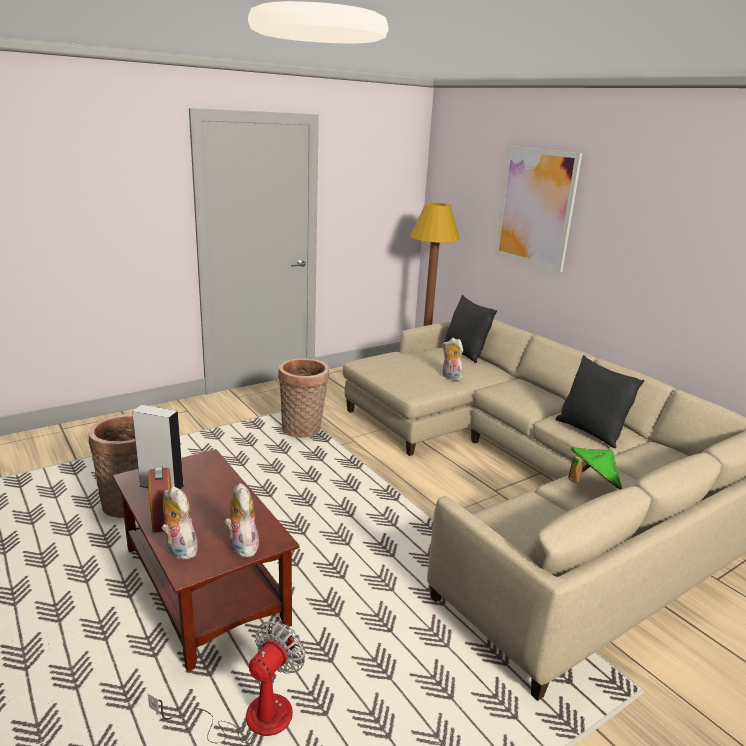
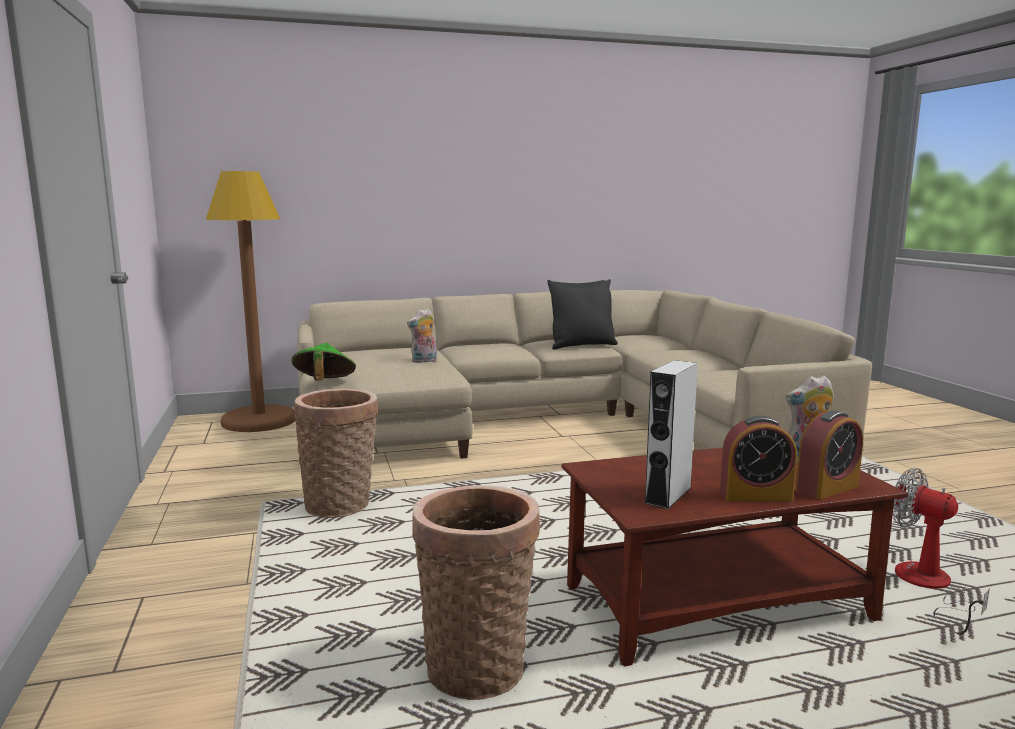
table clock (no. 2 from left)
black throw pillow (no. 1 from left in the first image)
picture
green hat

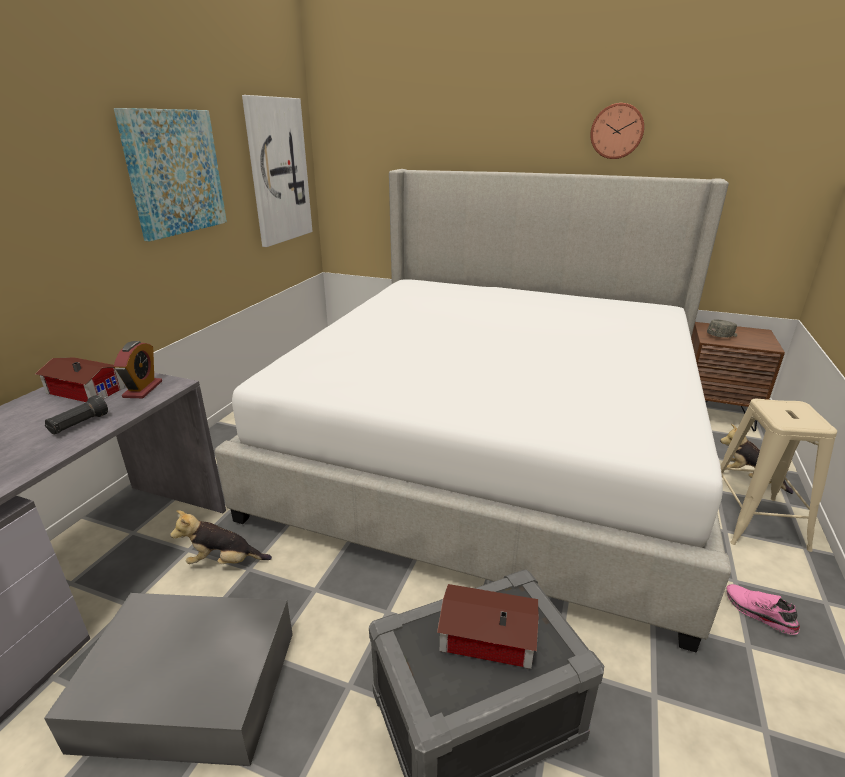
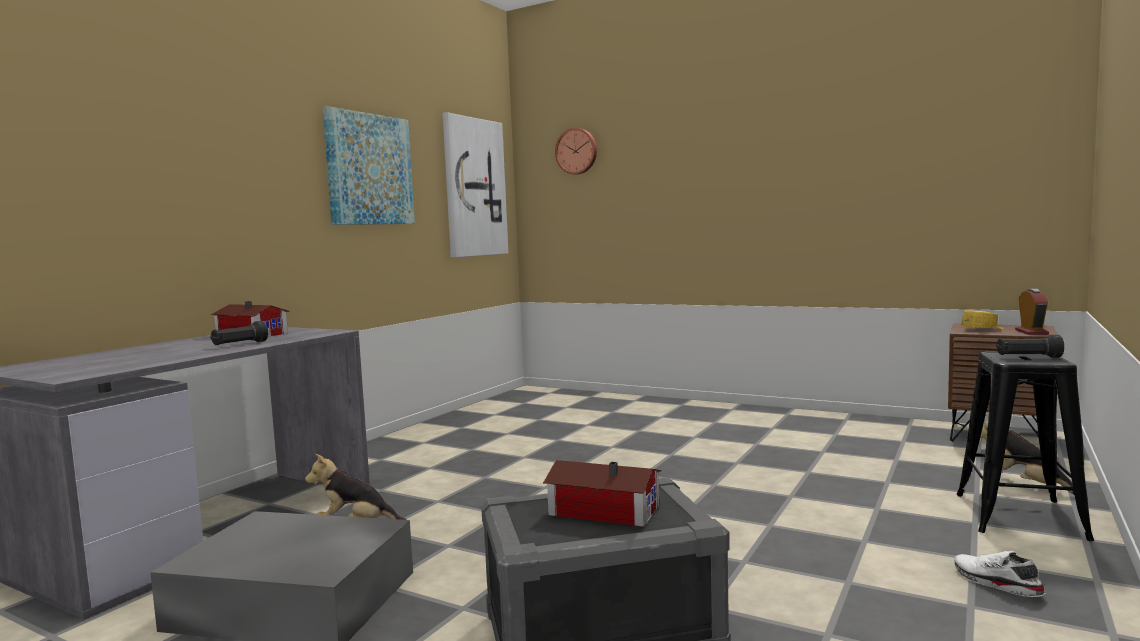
table clock
sleeping bed
clock on the wall
yellow cap
black stool seat
white-coloured shoe
black torch (no. 2 from left)

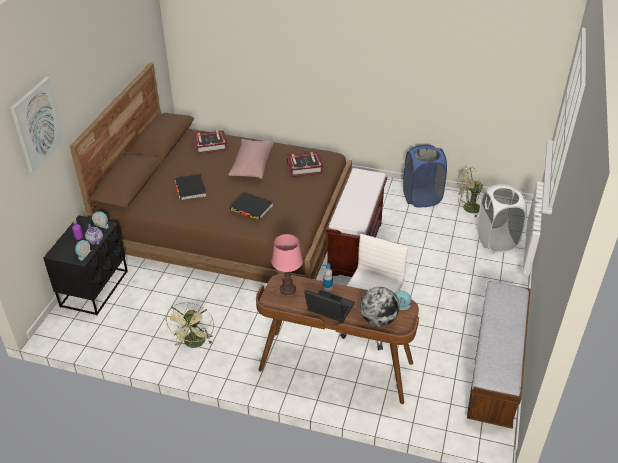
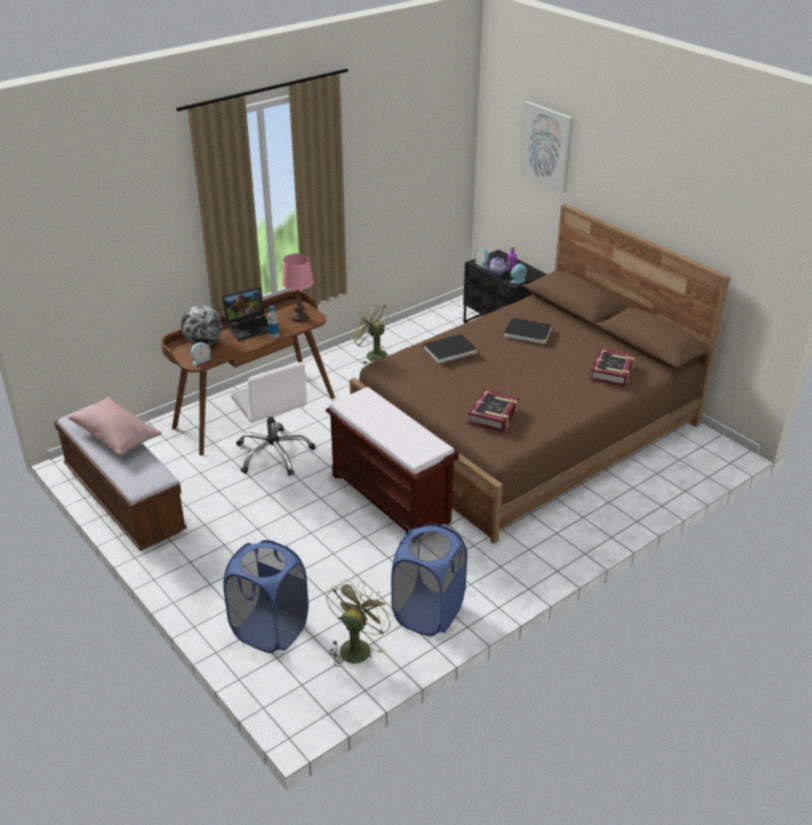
pinkish throw pillow
blue laundry basket (no. 1 from left)

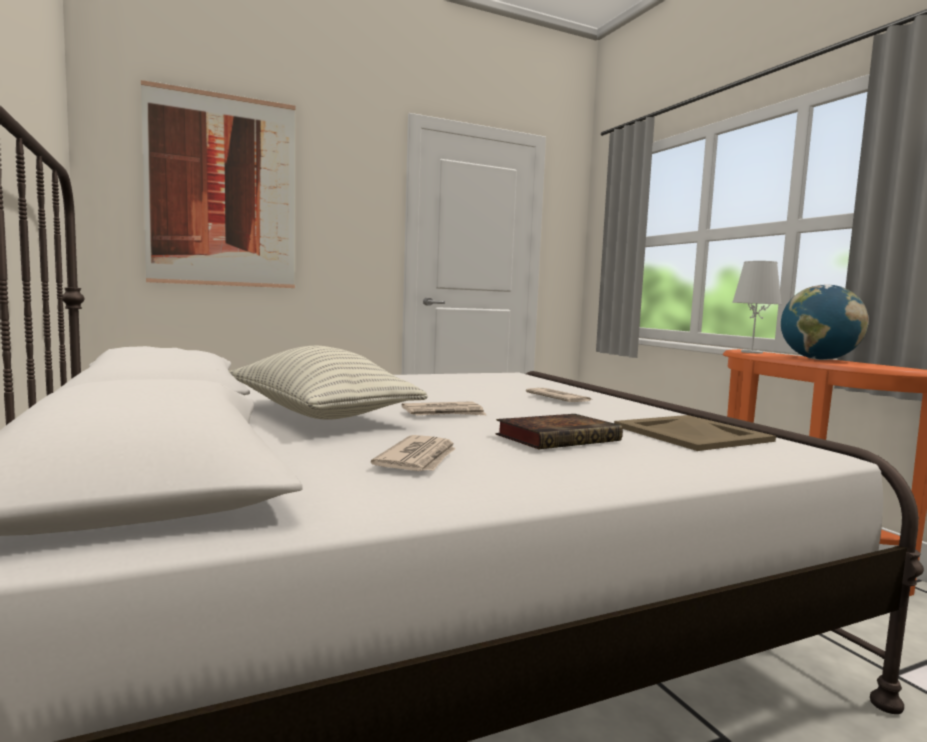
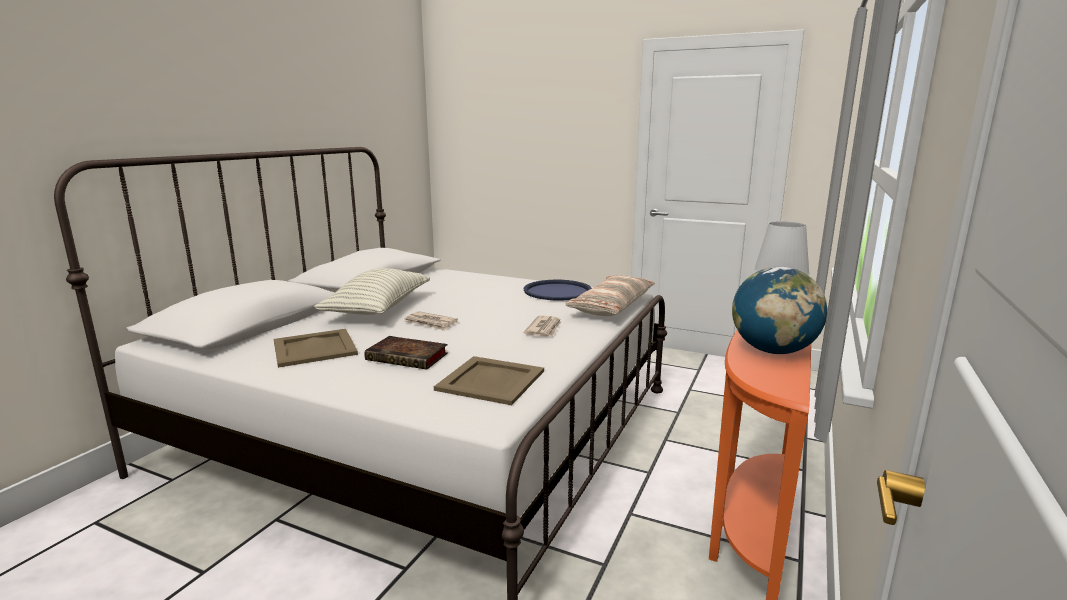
picture
beige-coloured carrying tray (no. 1 from left)
blue carrying tray
throw pillow (no. 2 from left)

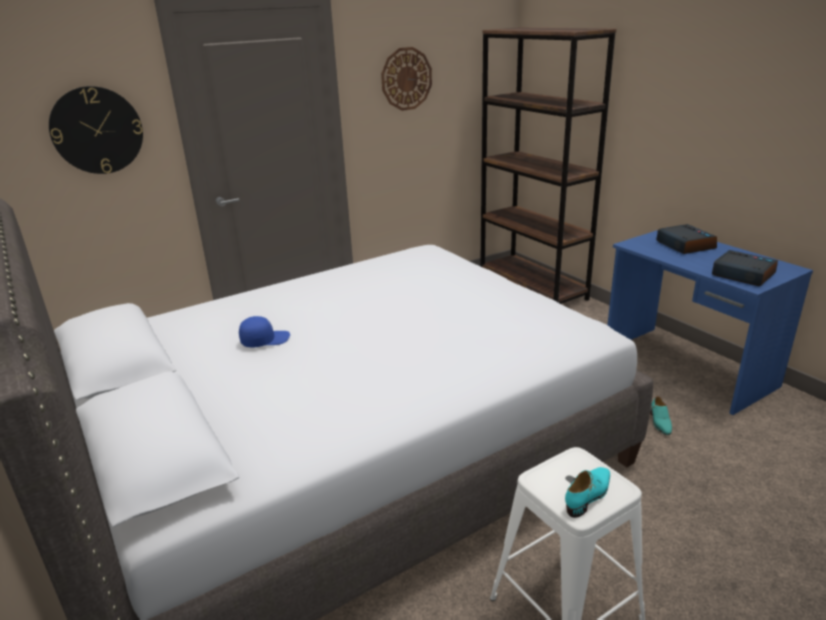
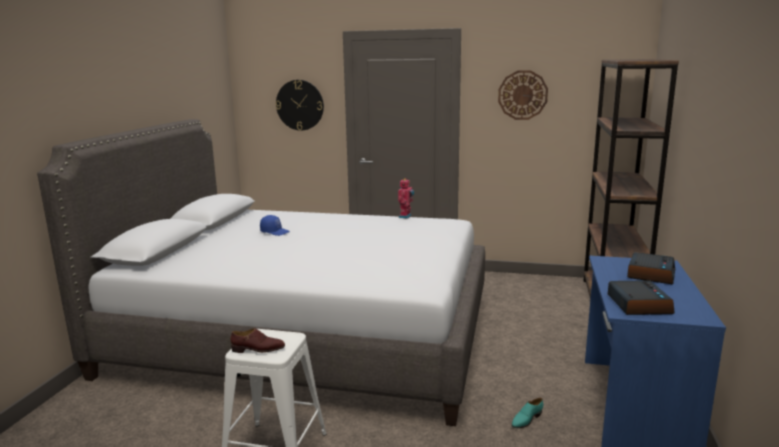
brown shoe
toy robot

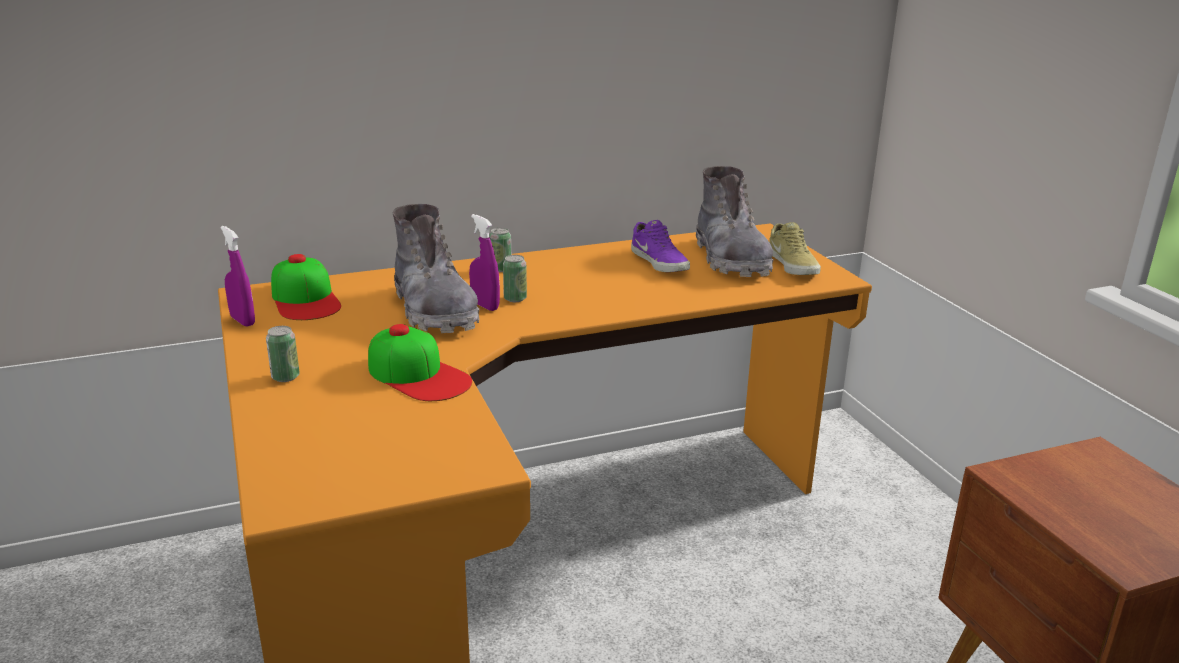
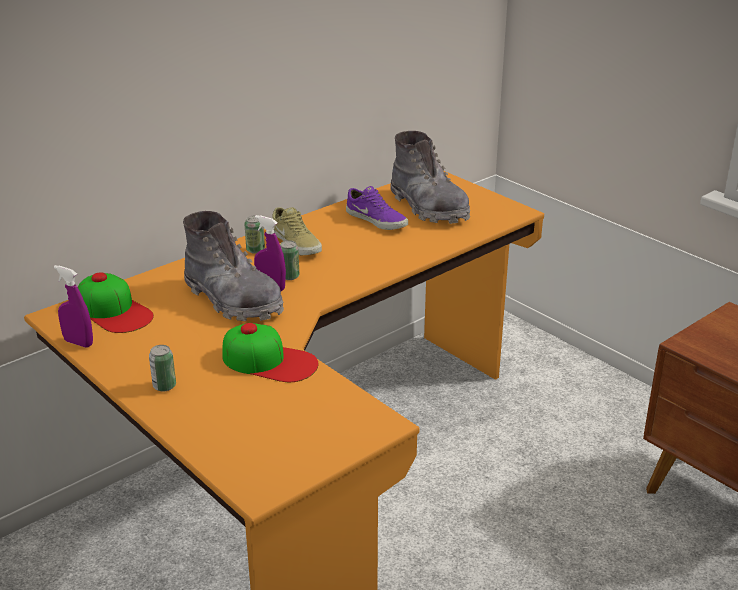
beige-coloured shoe

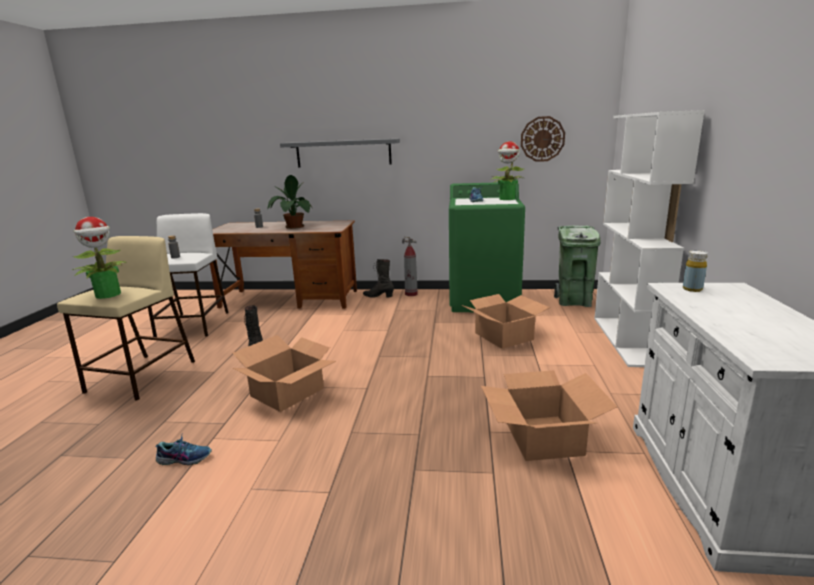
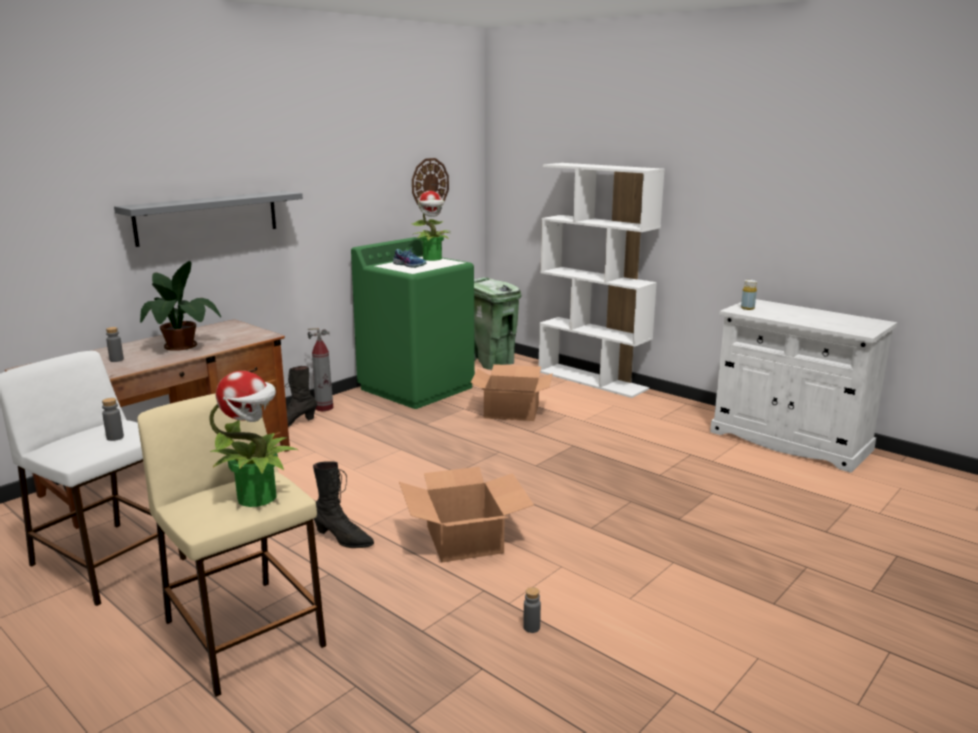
greyish drink bottle (no. 3 from left)
carton (no. 3 from left in the first image)

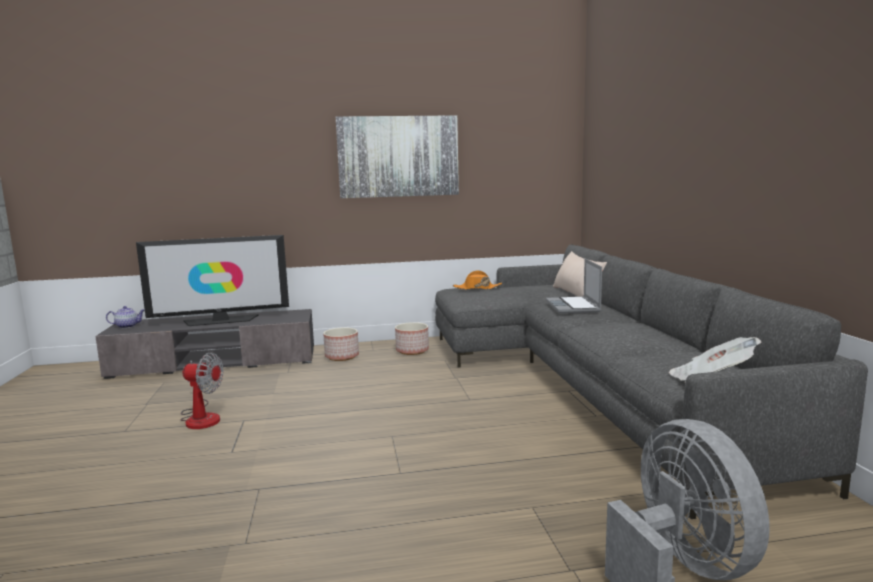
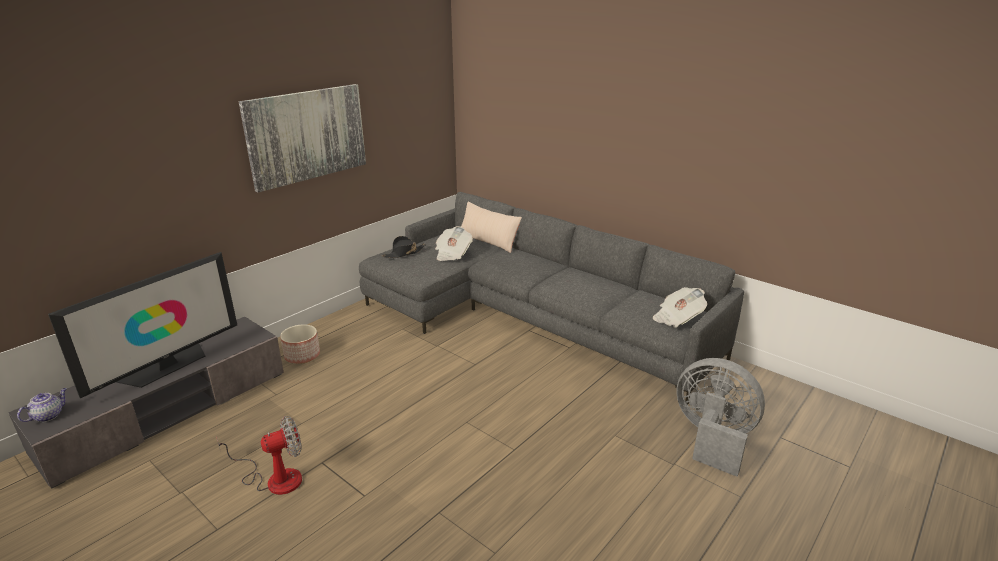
flower pot (no. 2 from left in the first image)
black hat
notebook computer
newspaper (no. 1 from left)

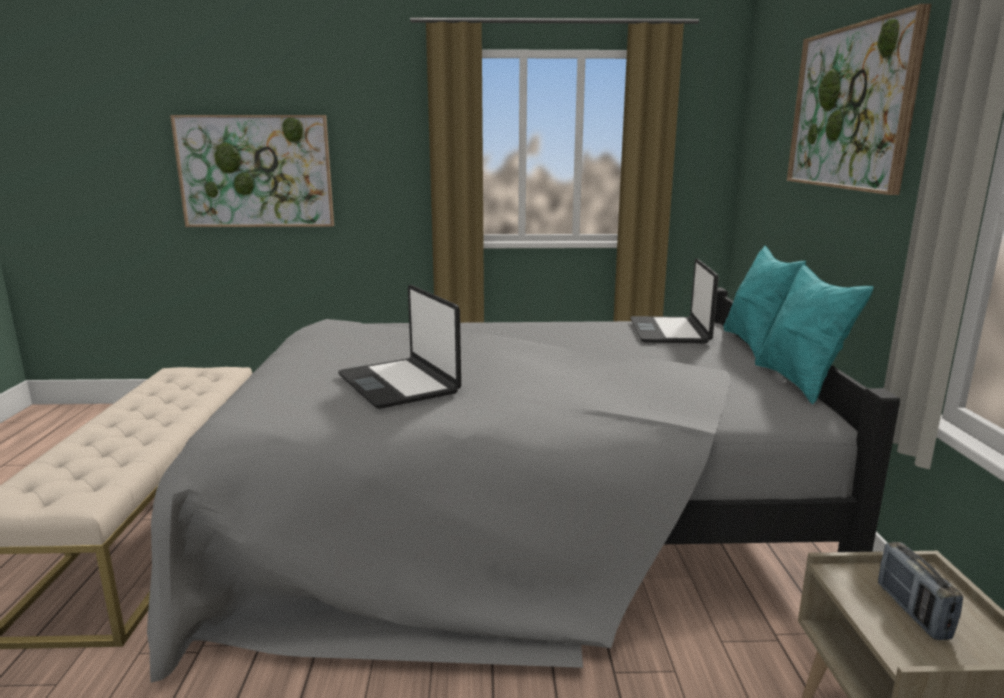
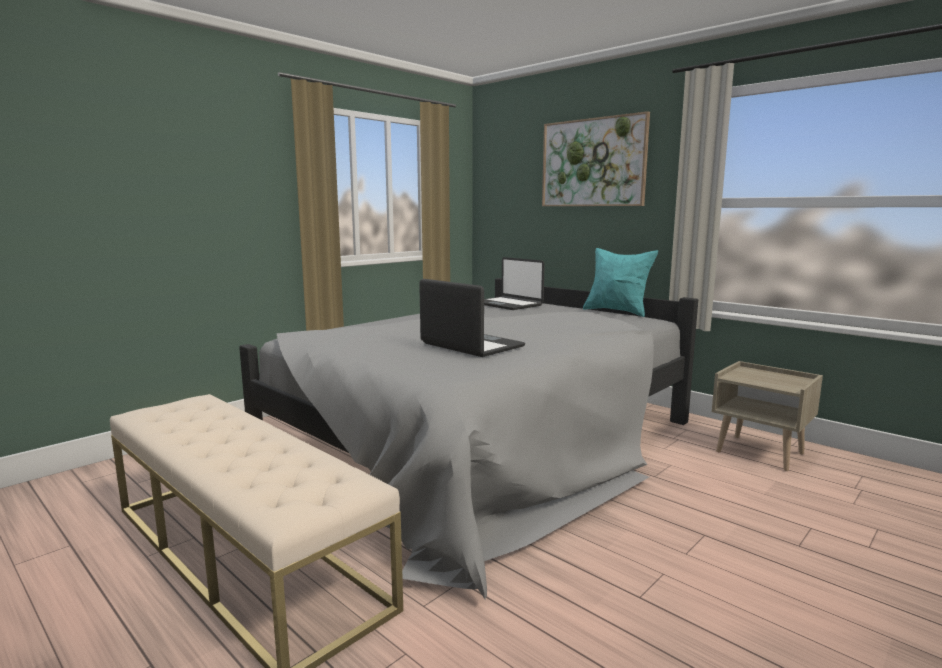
picture (no. 1 from left in the first image)
notebook computer (no. 1 from left)
blue-green throw pillow (no. 1 from left in the first image)
radio set

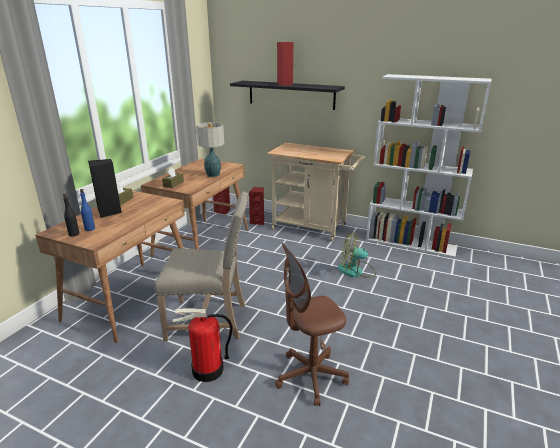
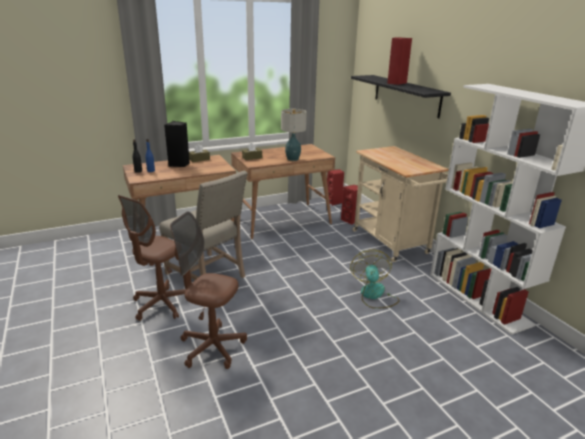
brown desk chair (no. 1 from left)
fan

